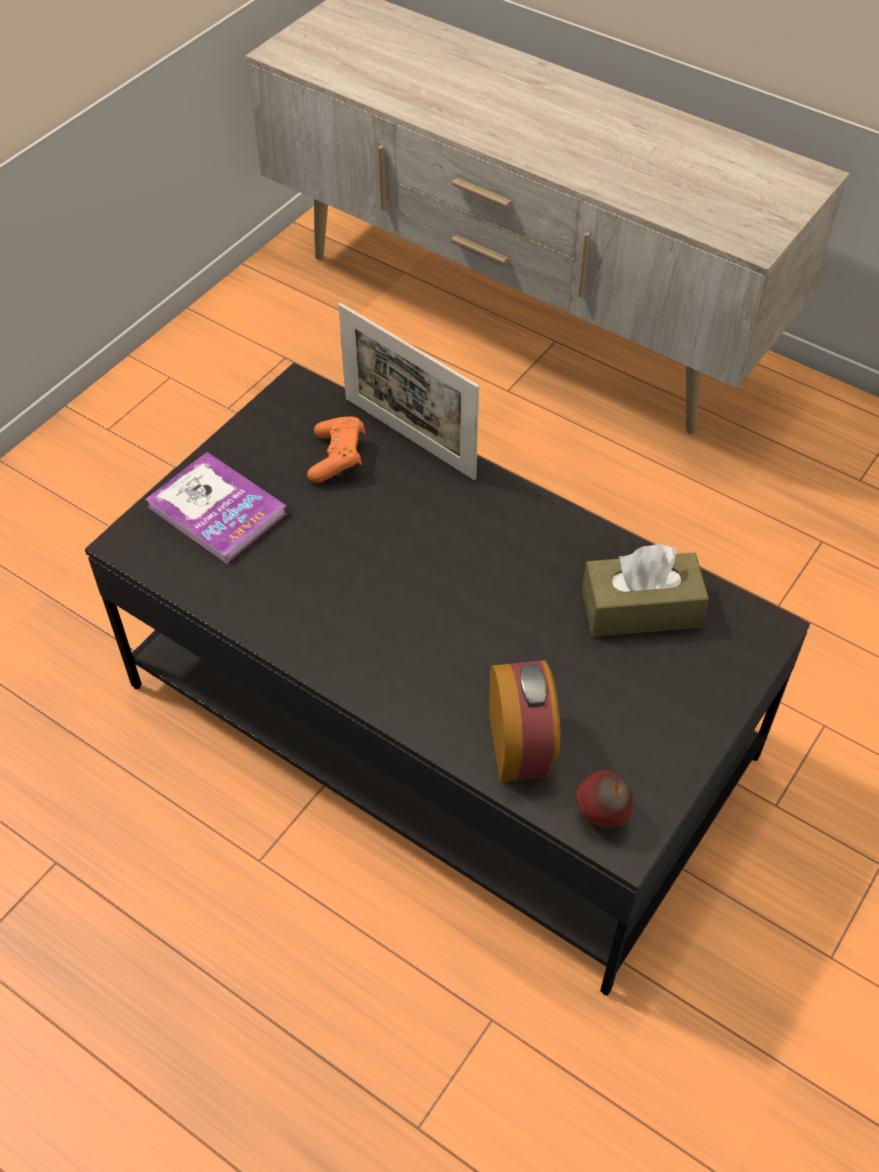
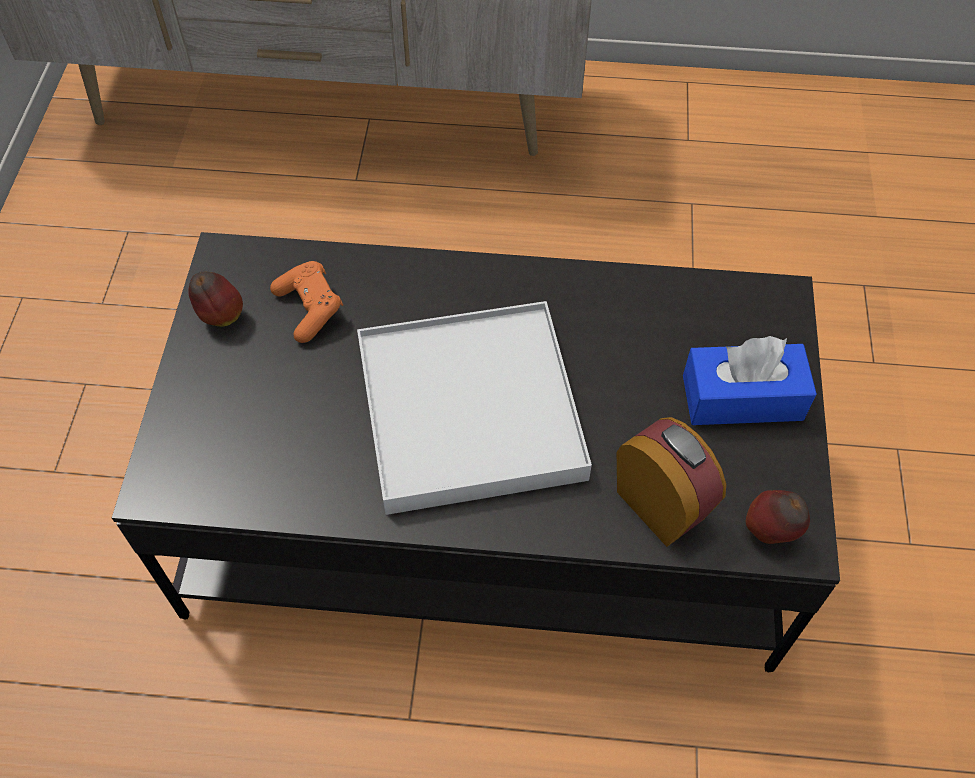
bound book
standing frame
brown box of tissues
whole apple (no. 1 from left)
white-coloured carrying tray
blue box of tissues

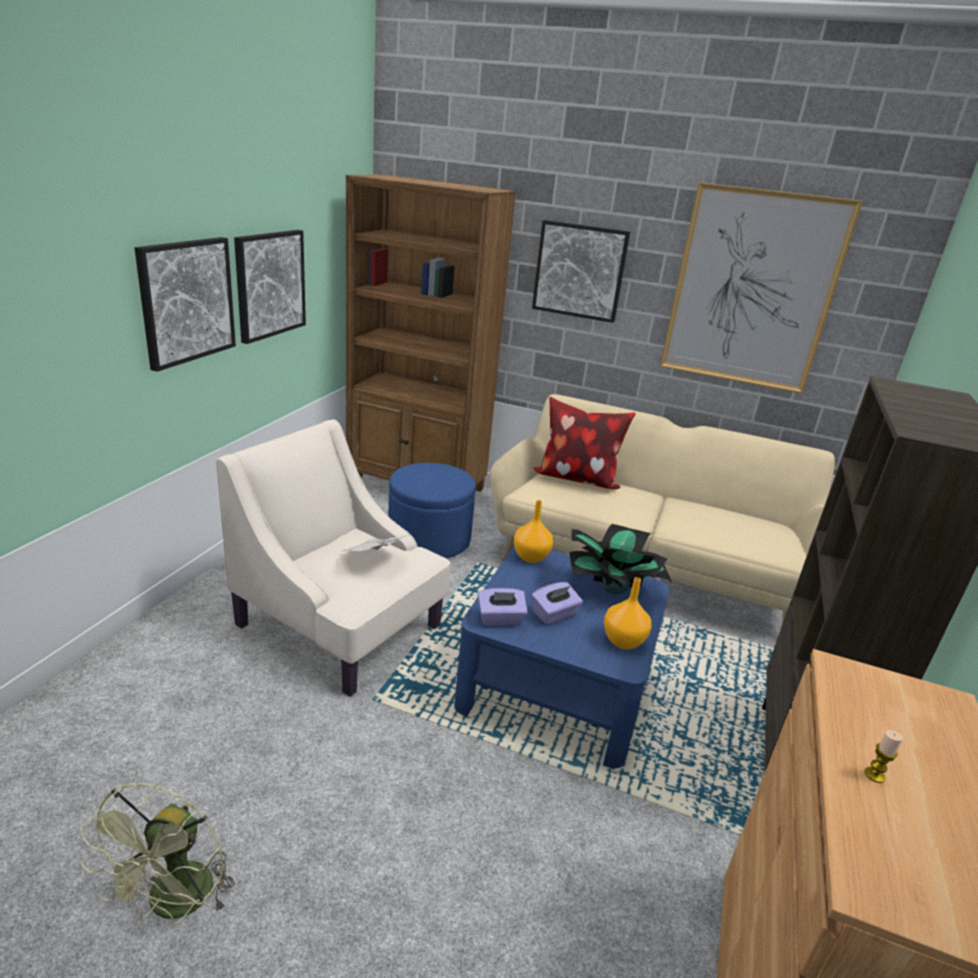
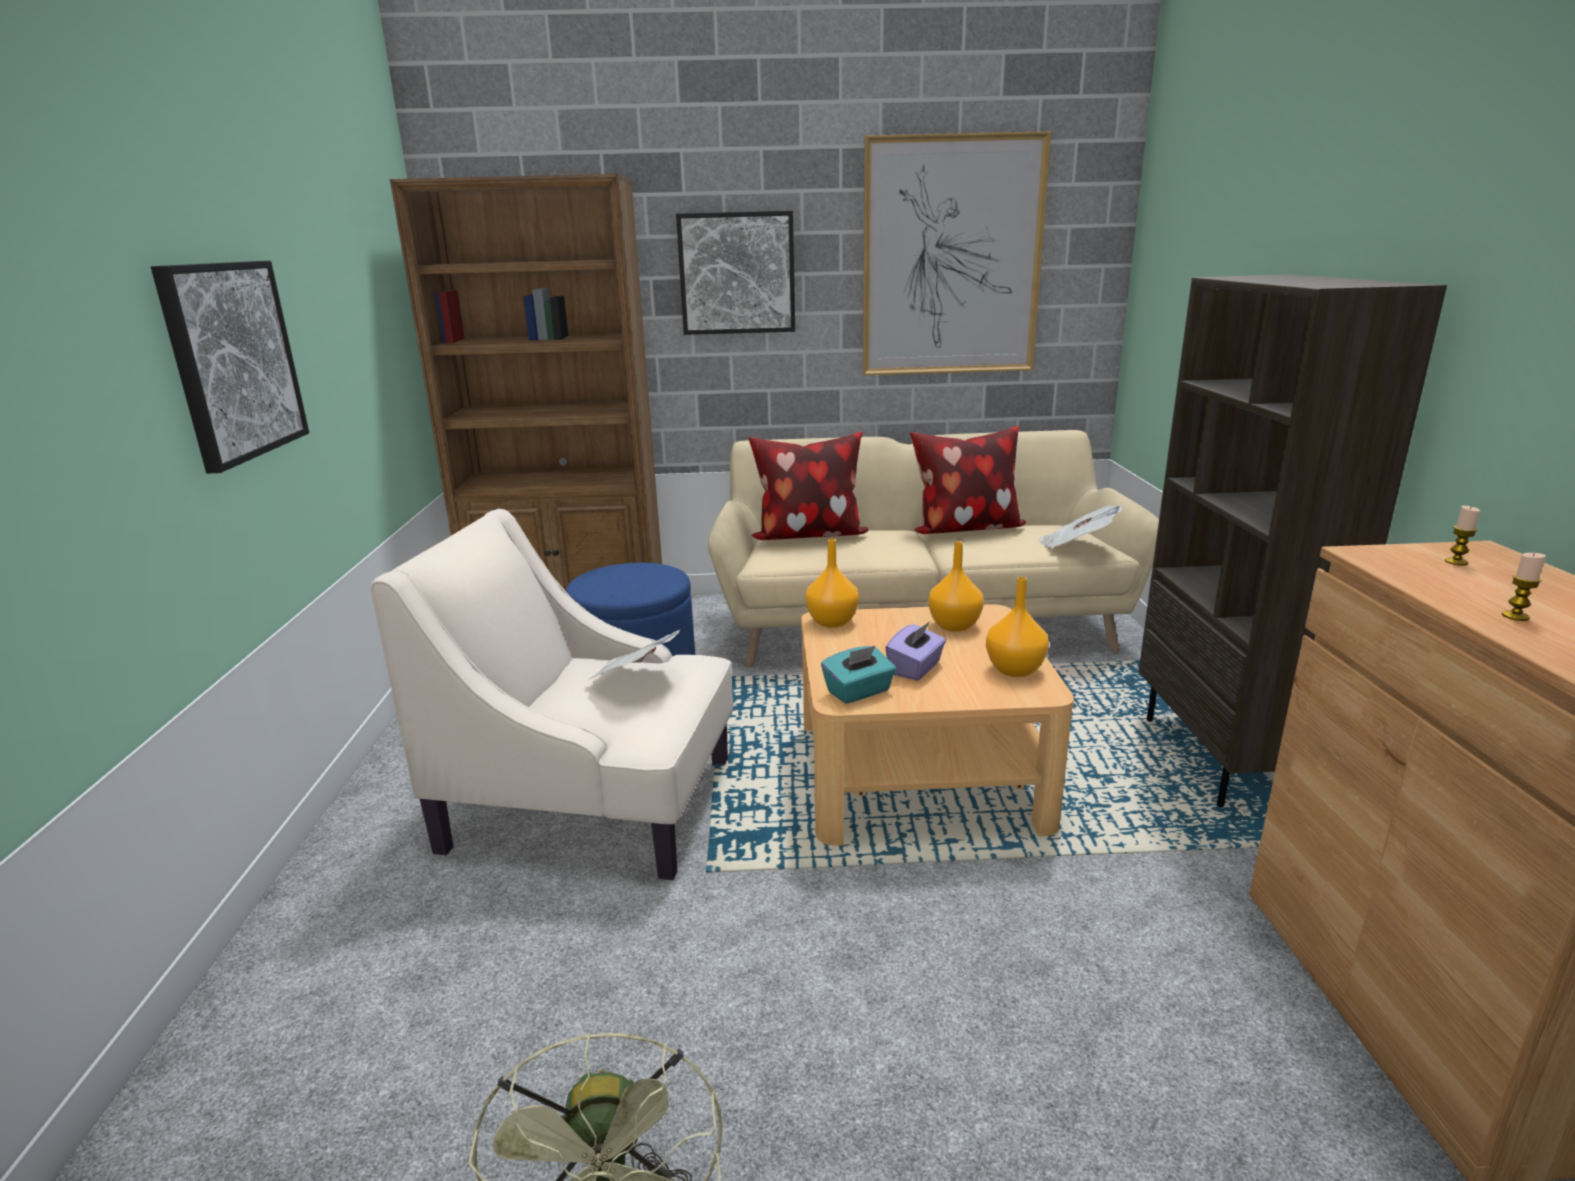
picture (no. 2 from left in the first image)
beige-coloured coffee table
blue-green box of tissues
orangey flower vase (no. 2 from left)
throw pillow (no. 2 from left)
newspaper (no. 2 from left)
wax candle (no. 1 from left)

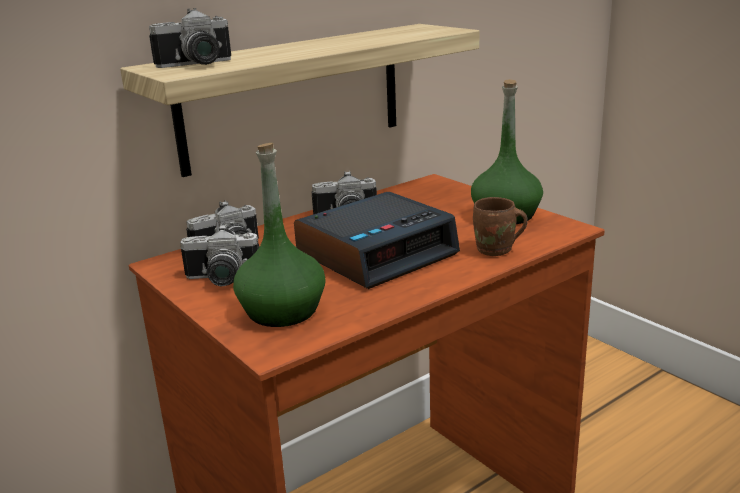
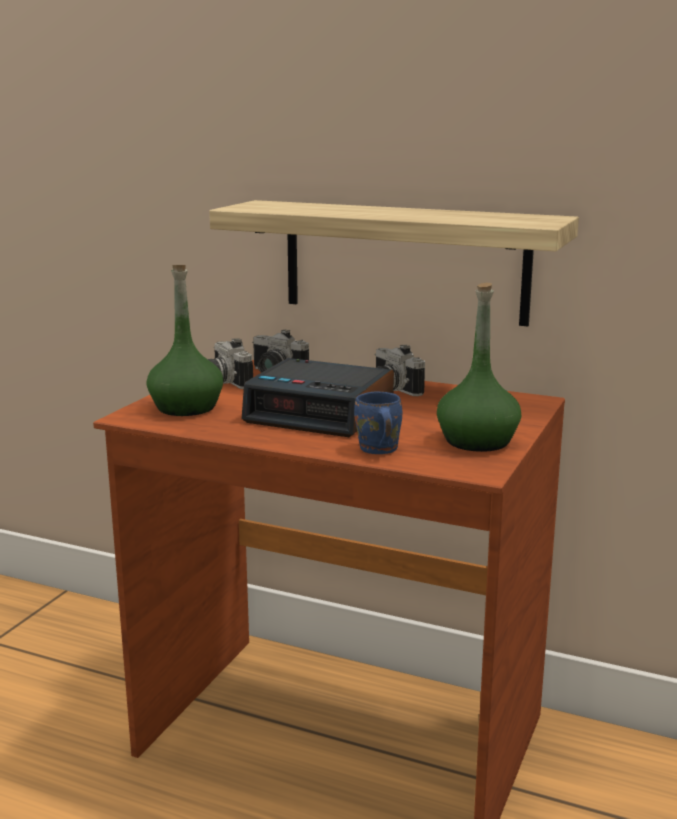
photo camera (no. 1 from left in the first image)
blue coffee mug

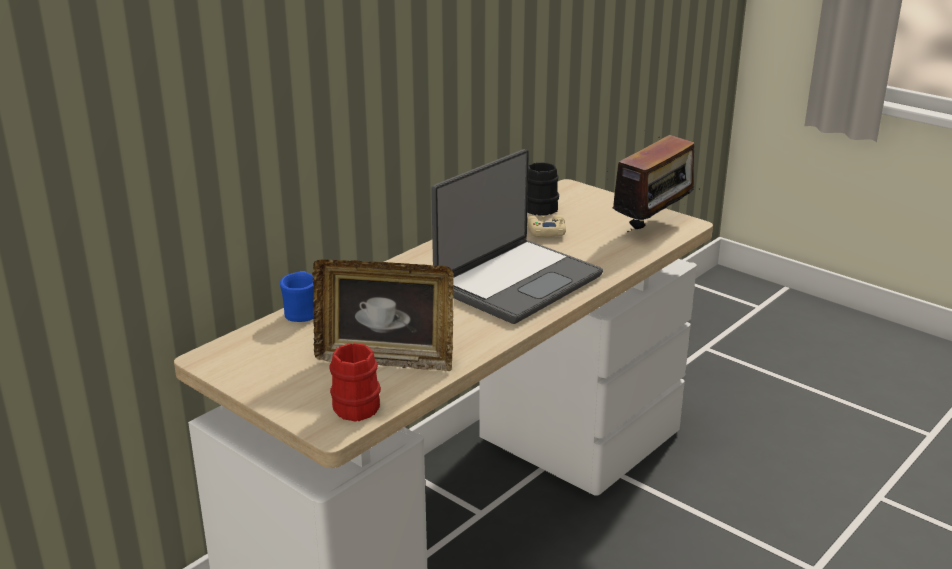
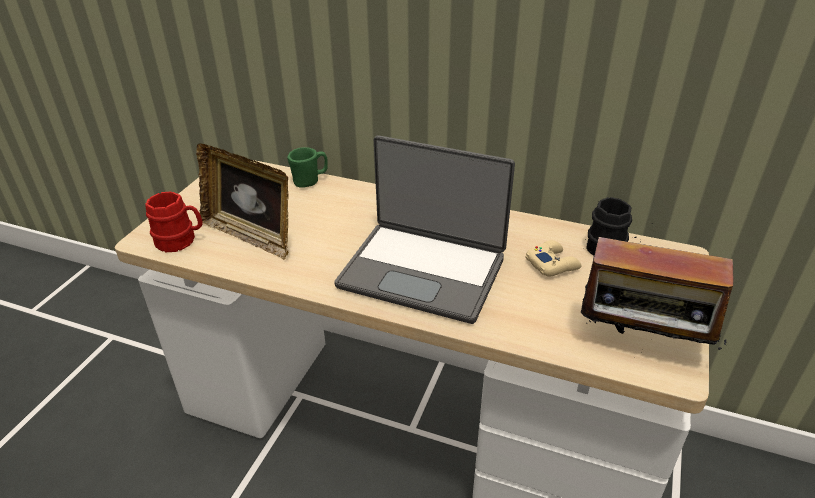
green coffee mug
standing frame

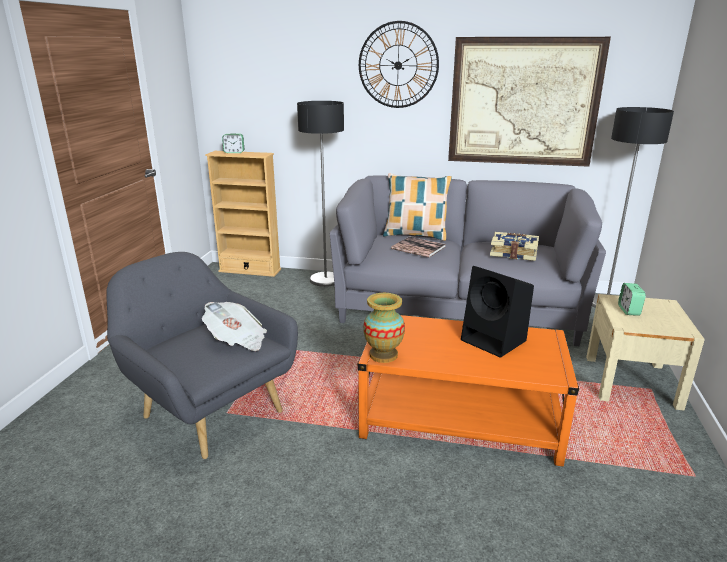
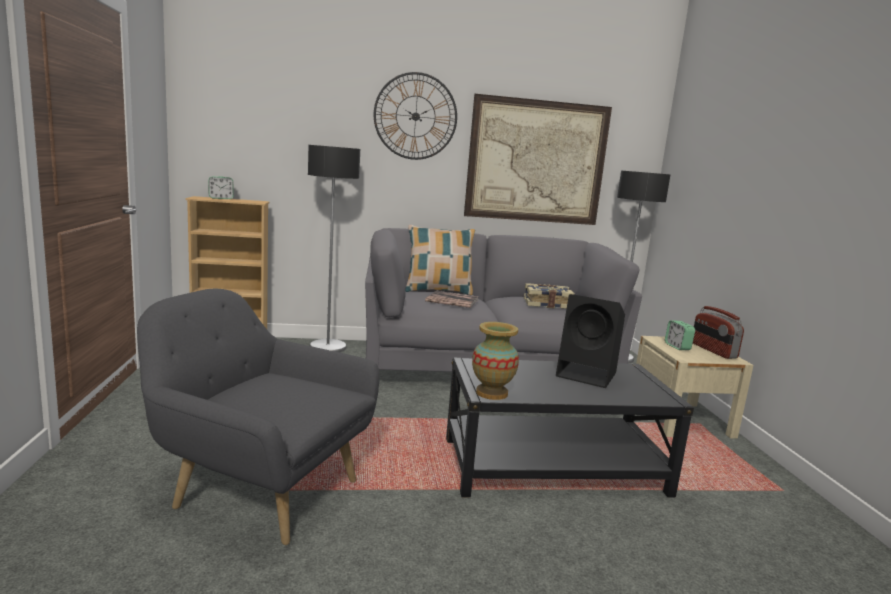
newspaper
black coffee table
radio set

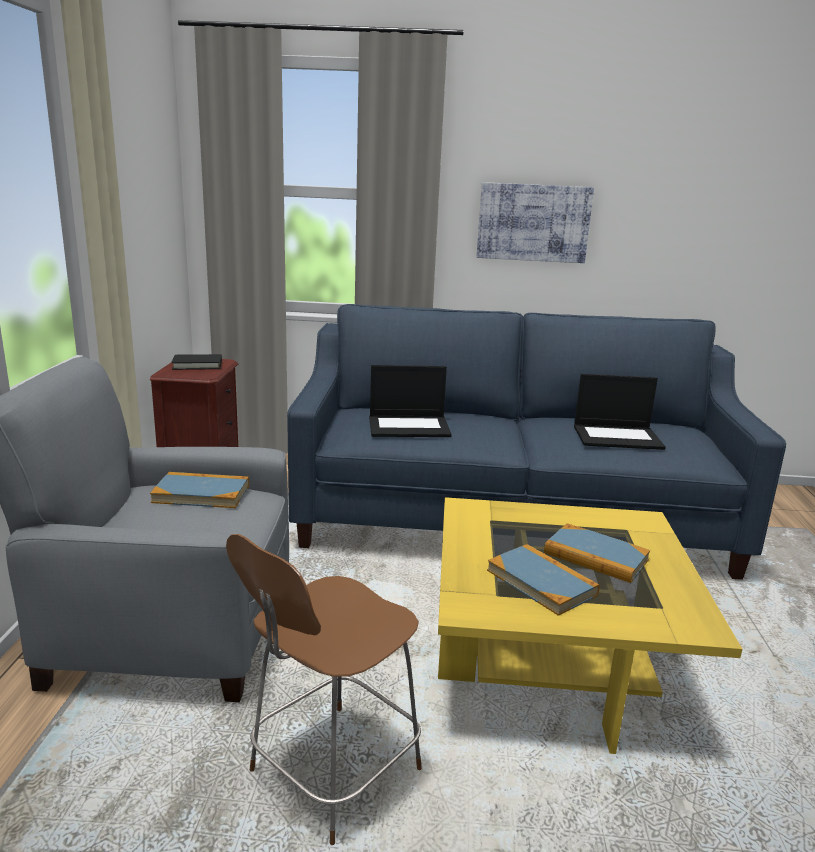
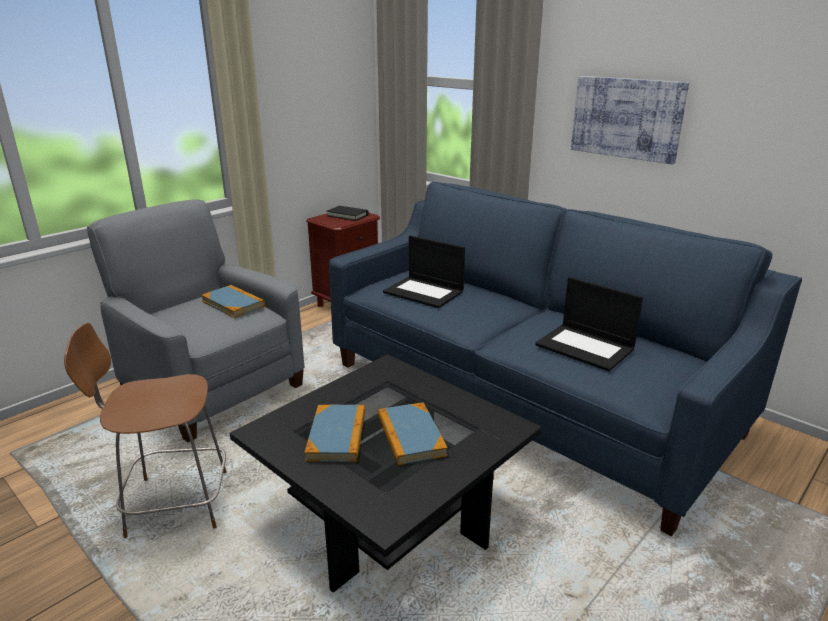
black coffee table

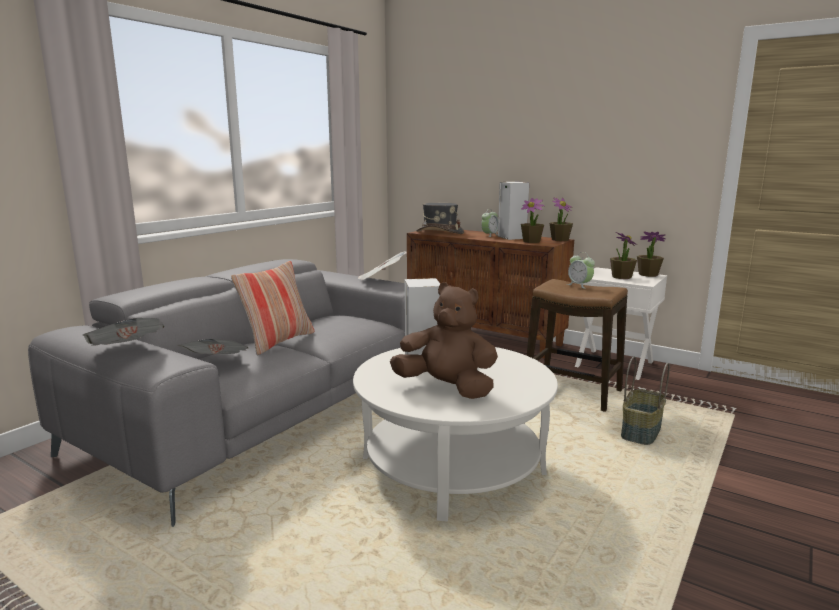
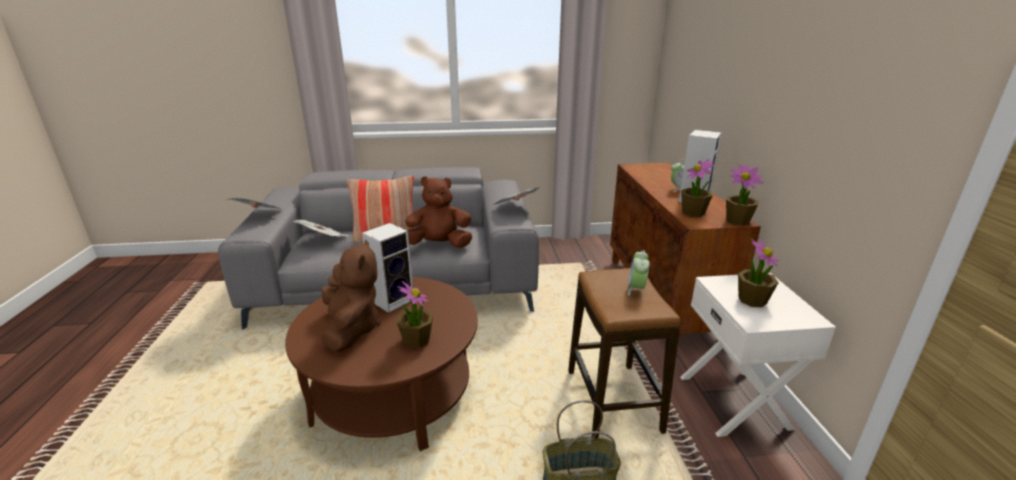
brown coffee table
greyish hat
houseplant (no. 1 from left)
brown cuddly toy (no. 2 from left)

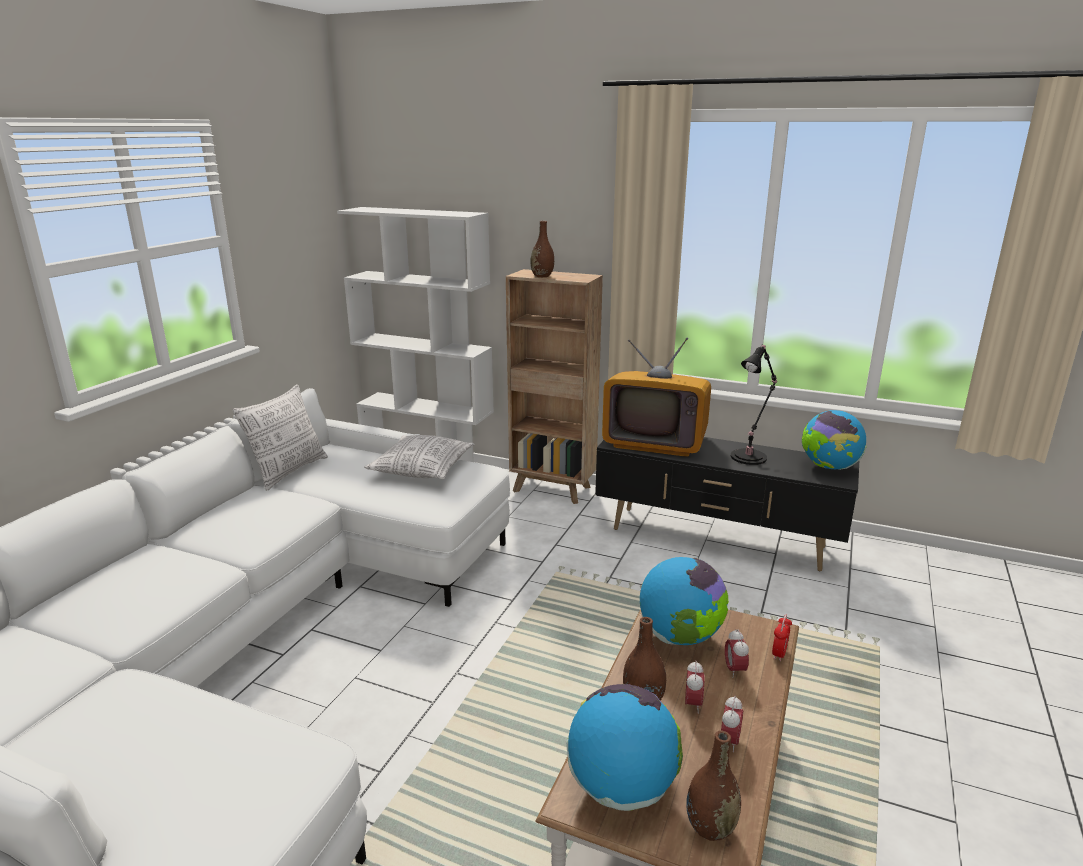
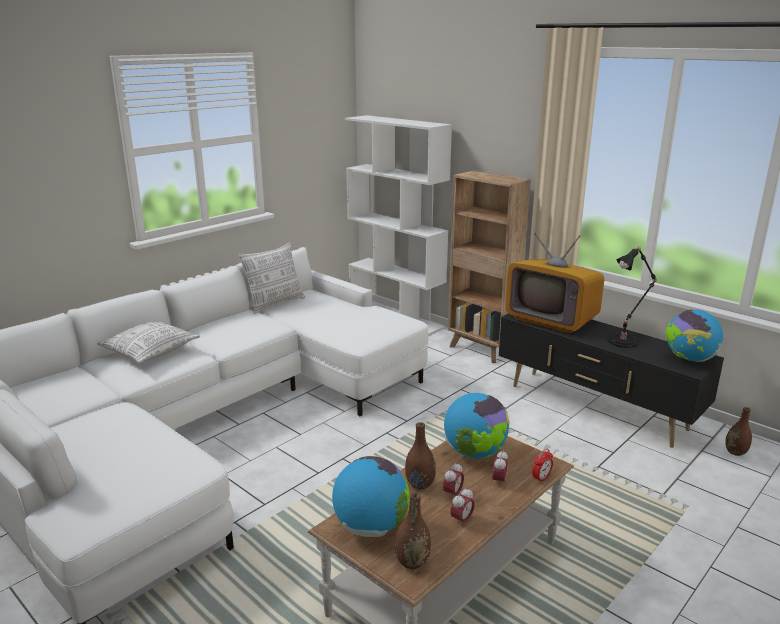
throw pillow (no. 1 from left)
brown flower vase (no. 3 from left)

